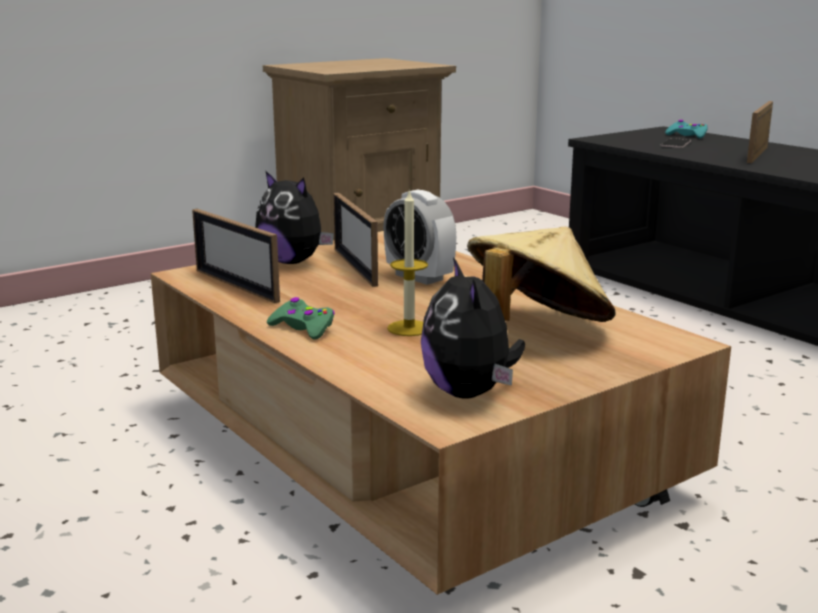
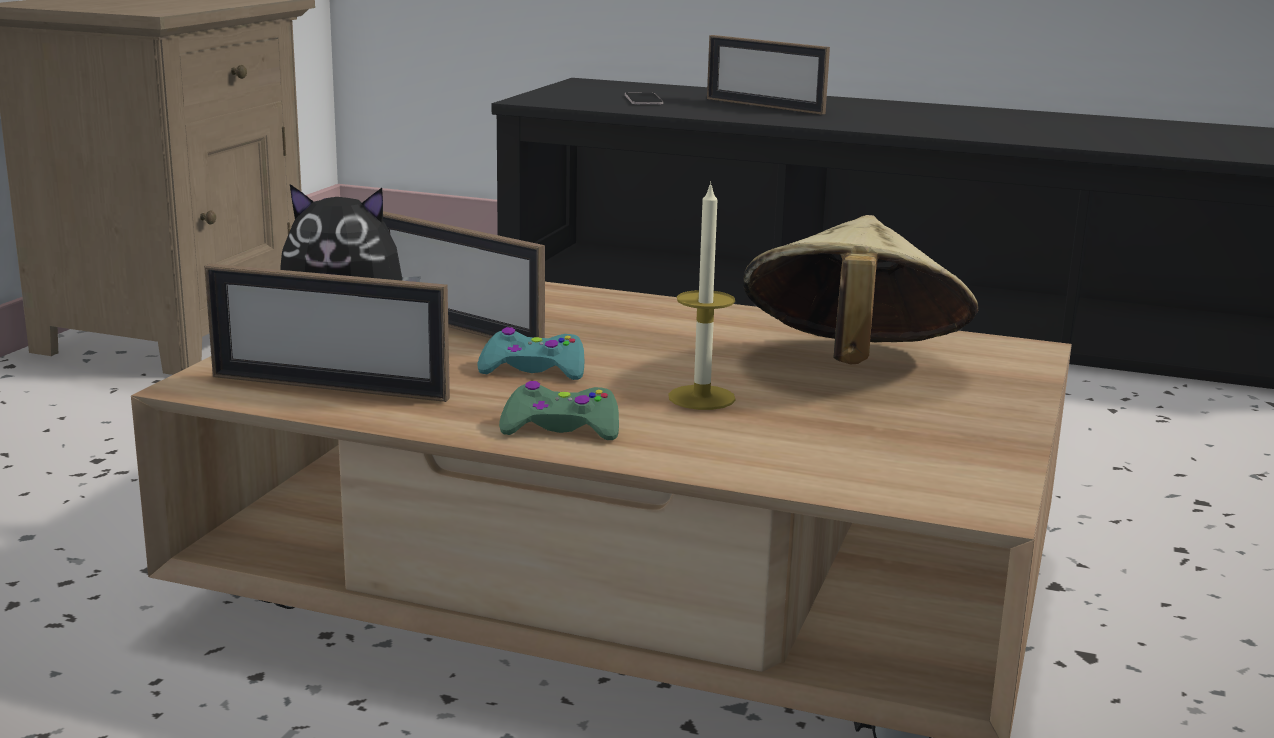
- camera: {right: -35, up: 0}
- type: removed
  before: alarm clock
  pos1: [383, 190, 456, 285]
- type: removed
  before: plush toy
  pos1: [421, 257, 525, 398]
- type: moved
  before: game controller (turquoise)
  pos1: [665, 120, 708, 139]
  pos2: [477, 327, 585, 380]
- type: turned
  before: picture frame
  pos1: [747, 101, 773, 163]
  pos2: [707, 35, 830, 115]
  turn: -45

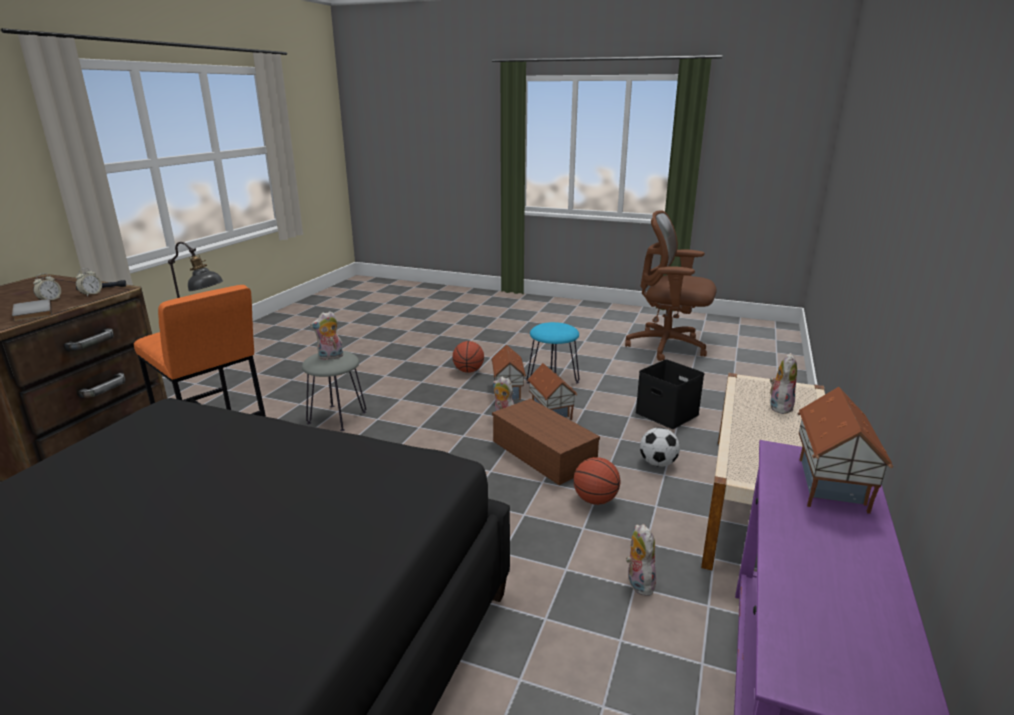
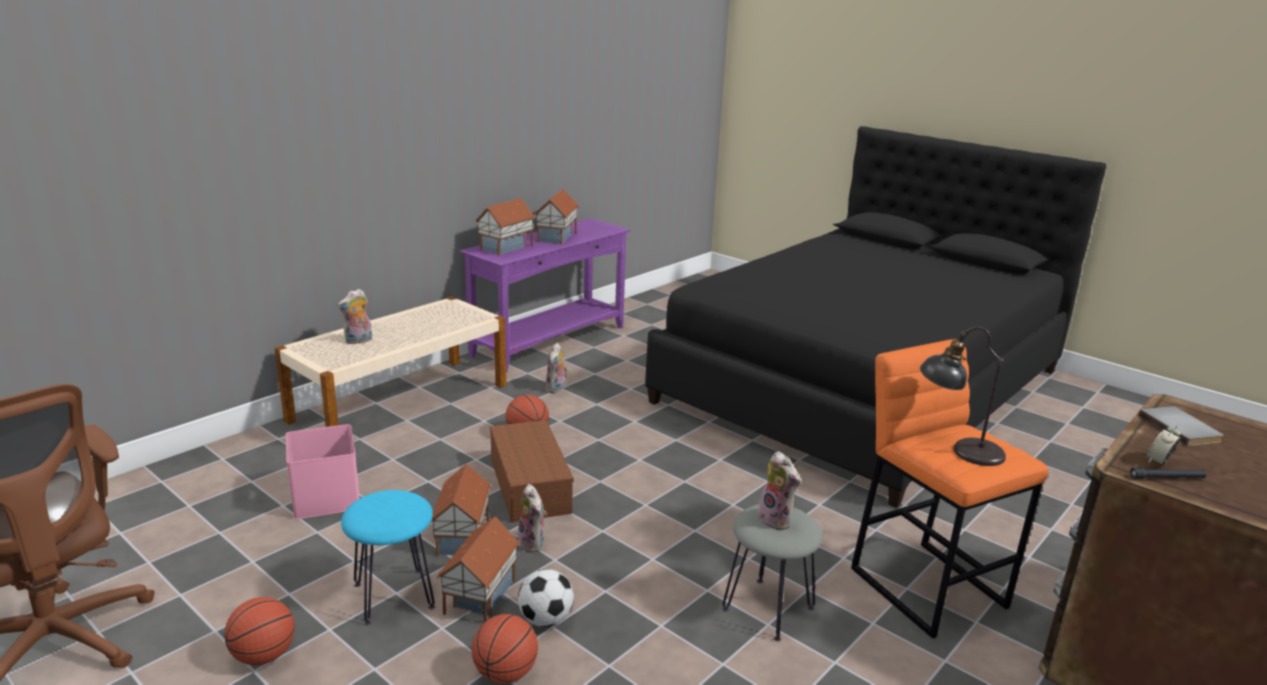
- camera: {right: -160, up: 0}
- type: removed
  before: alarm clock
  pos1: [33, 273, 61, 300]
- type: added
  after: basketball
  pos2: [224, 597, 295, 665]
- type: added
  after: toy house
  pos2: [534, 189, 579, 245]
- type: moved
  before: football
  pos1: [640, 427, 680, 467]
  pos2: [518, 569, 574, 627]
- type: recoloured
  before: storage box (black)
  after: storage box (pink)
  pos1: [635, 359, 704, 429]
  pos2: [286, 424, 360, 519]
- type: turned
  before: plush toy
  pos1: [310, 311, 343, 360]
  pos2: [758, 451, 801, 530]
  turn: 60

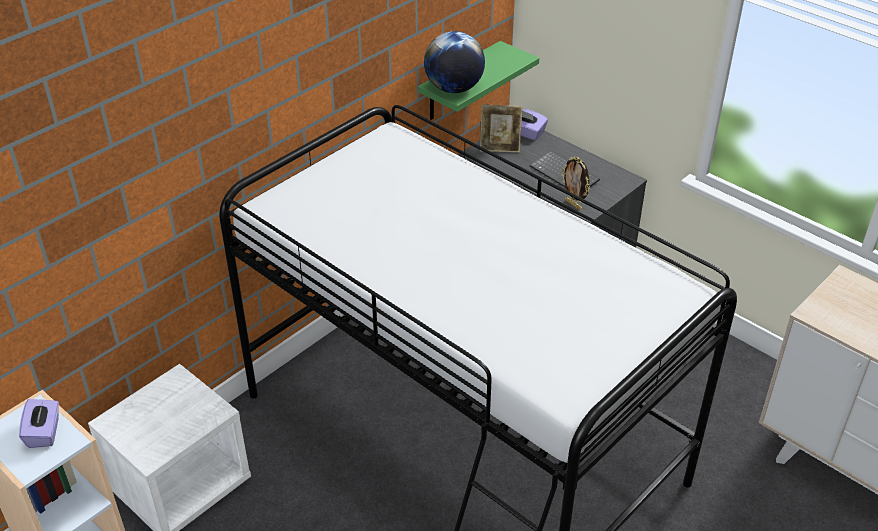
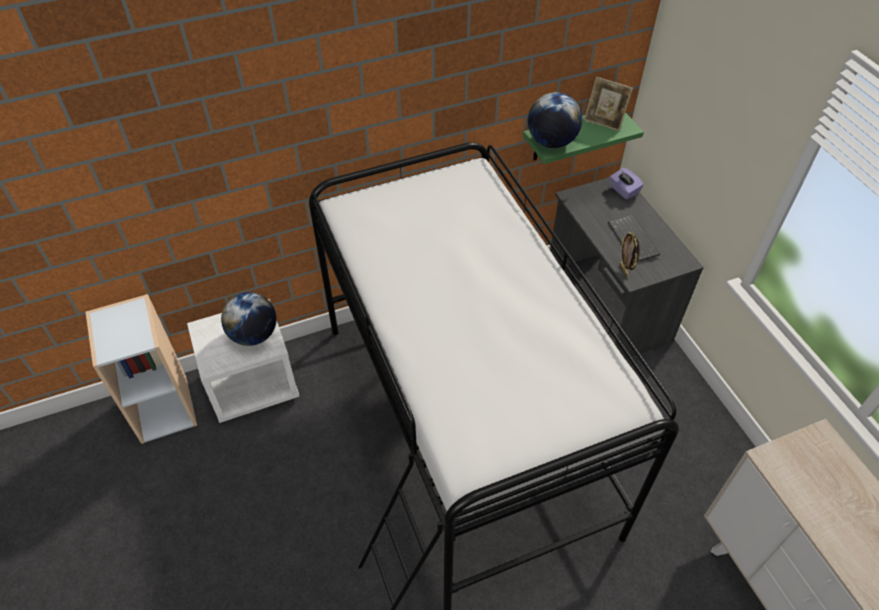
- camera: {right: 25, up: 10}
- type: removed
  before: tissue box (purple)
  pos1: [19, 399, 59, 448]
- type: added
  after: globe
  pos2: [221, 292, 276, 346]
- type: moved
  before: picture frame
  pos1: [480, 104, 523, 153]
  pos2: [584, 77, 633, 131]

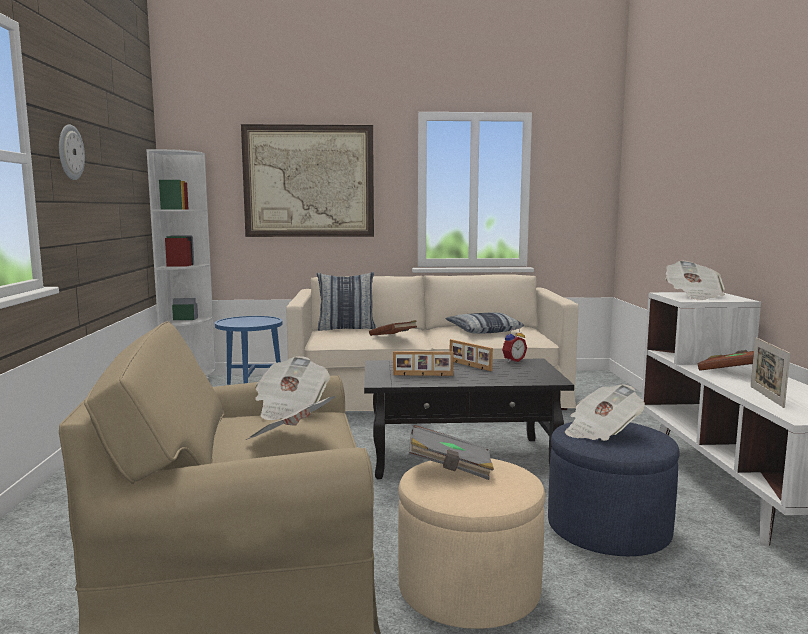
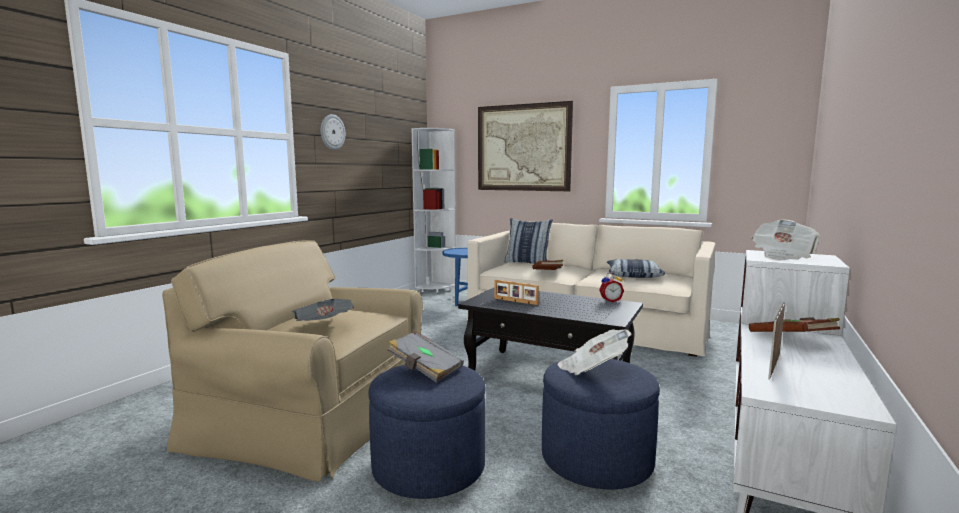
- camera: {right: 30, up: 0}
- type: removed
  before: newspaper
  pos1: [255, 356, 330, 420]
- type: removed
  before: picture frame
  pos1: [450, 339, 493, 371]
- type: recoloured
  before: ottoman (beige)
  after: ottoman (blue)
  pos1: [398, 458, 545, 629]
  pos2: [368, 365, 486, 499]

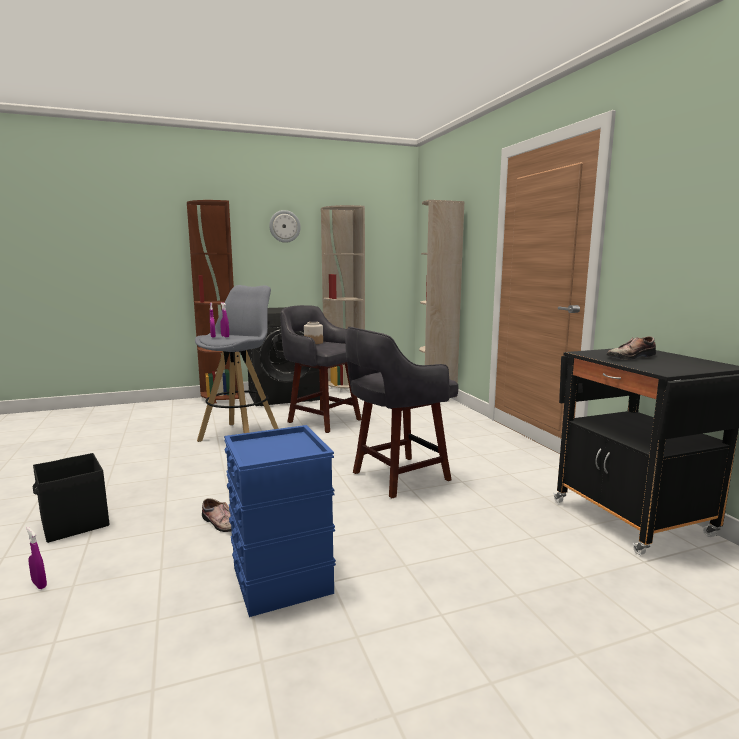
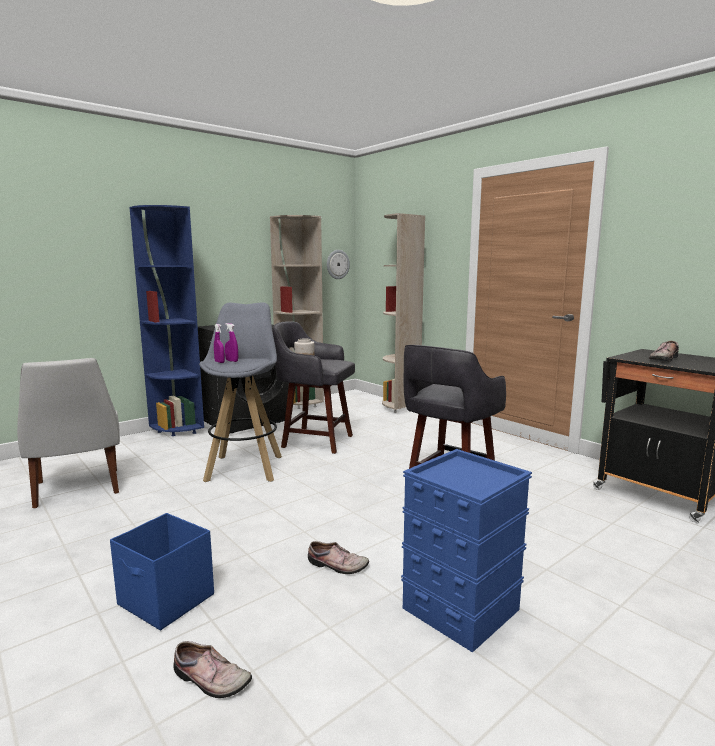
- camera: {right: -20, up: 0}
- type: added
  after: chair (white)
  pos2: [17, 358, 120, 508]
- type: moved
  before: wall clock
  pos1: [269, 210, 301, 243]
  pos2: [327, 250, 350, 279]
- type: replaced
  before: spray bottle (purple)
  after: shoe
  pos1: [26, 527, 47, 589]
  pos2: [174, 641, 252, 698]
- type: recoloured
  before: storage box (black)
  after: storage box (blue)
  pos1: [33, 453, 109, 543]
  pos2: [110, 513, 214, 631]
- type: recoloured
  before: bookcase (brown)
  after: bookcase (blue)
  pos1: [187, 200, 239, 403]
  pos2: [129, 205, 204, 436]

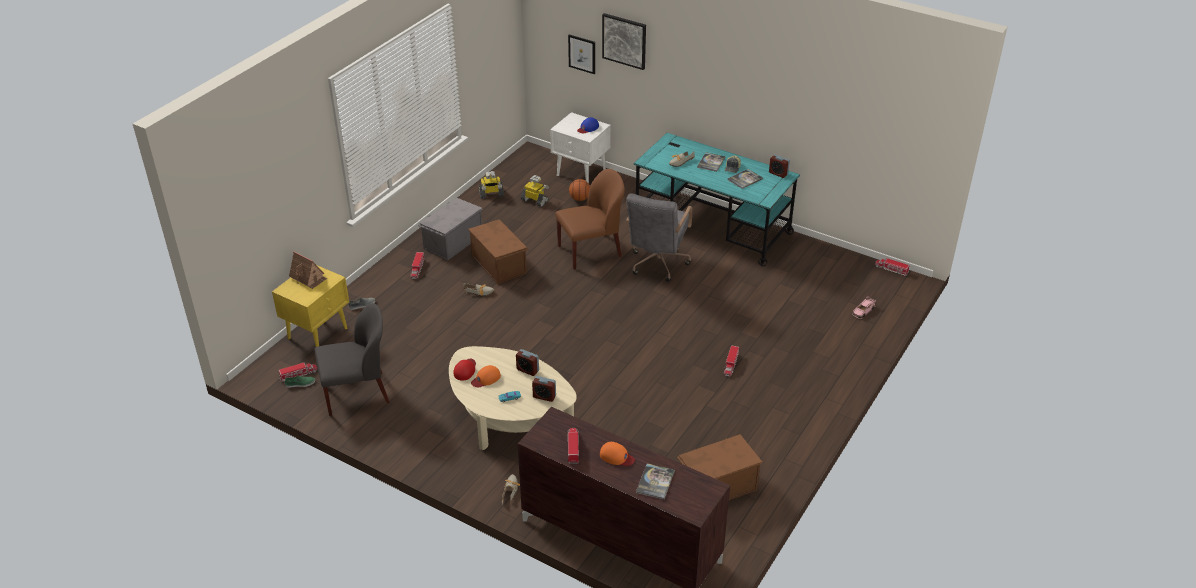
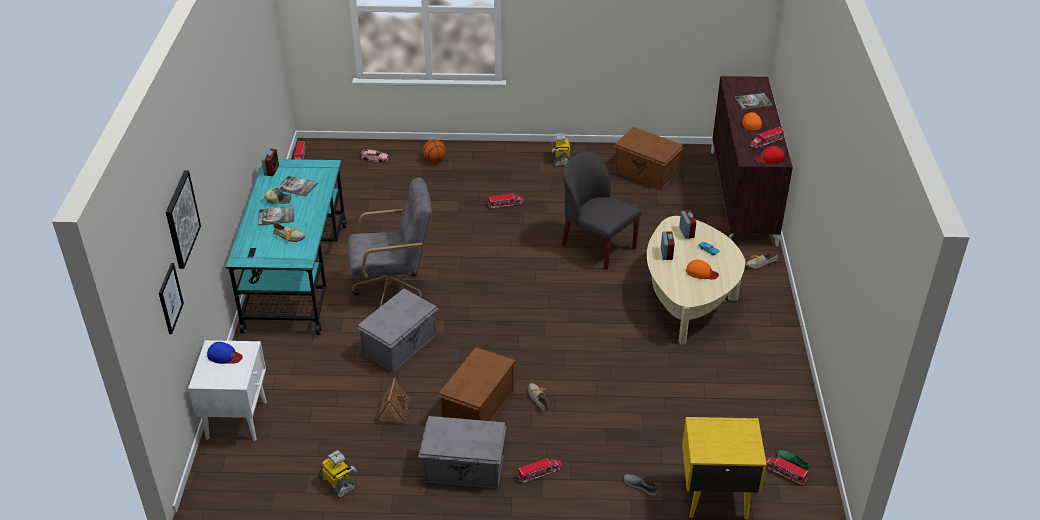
- camera: {right: -120, up: 0}
- type: moved
  before: toy house
  pos1: [289, 251, 327, 289]
  pos2: [377, 378, 410, 423]
- type: moved
  before: chair (grey)
  pos1: [315, 304, 390, 416]
  pos2: [562, 151, 641, 270]
- type: moved
  before: cap (red)
  pos1: [453, 359, 476, 381]
  pos2: [754, 146, 785, 163]
- type: moved
  before: toy robot
  pos1: [521, 175, 549, 207]
  pos2: [551, 133, 571, 166]
- type: moved
  before: basketball
  pos1: [569, 179, 590, 201]
  pos2: [423, 139, 446, 163]
- type: replaced
  before: chair (brown)
  after: storage box (grey)
  pos1: [555, 169, 625, 270]
  pos2: [358, 288, 439, 373]

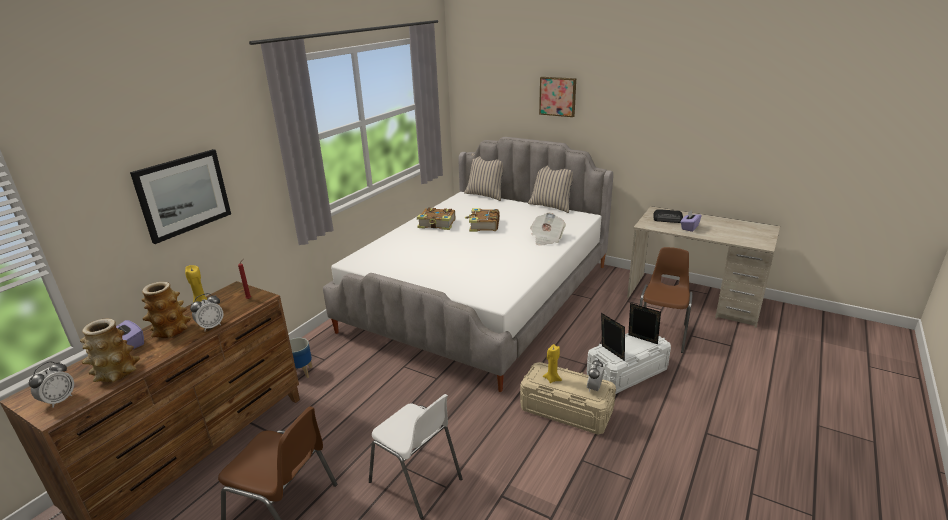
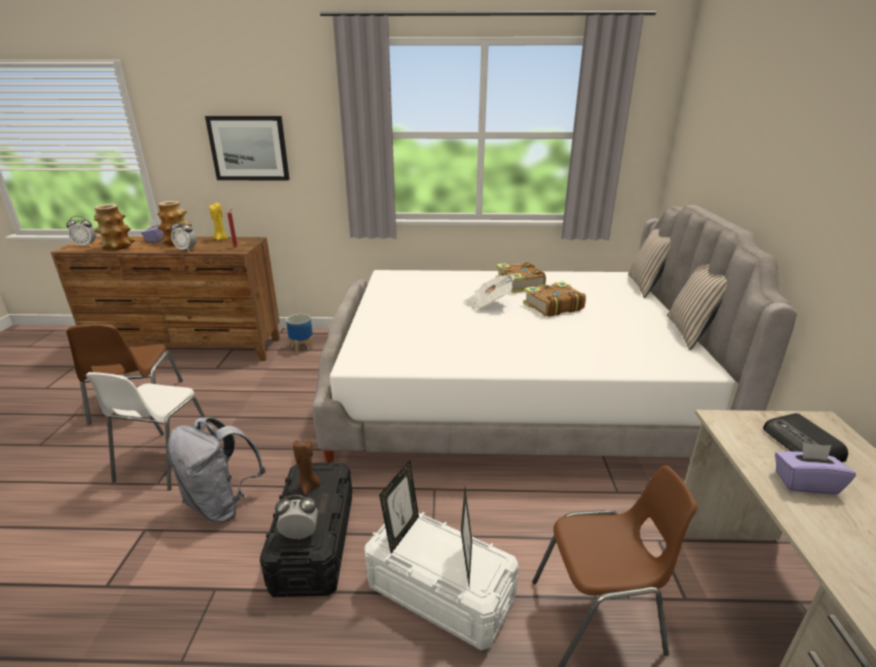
- camera: {right: 60, up: 0}
- type: removed
  before: picture
  pos1: [539, 77, 576, 117]
- type: added
  after: backpack (grey)
  pos2: [167, 417, 266, 522]
- type: moved
  before: newspaper
  pos1: [530, 213, 566, 246]
  pos2: [463, 275, 515, 310]
- type: recoloured
  before: storage box (beige)
  after: storage box (black)
  pos1: [520, 362, 616, 435]
  pos2: [260, 461, 352, 597]
- type: recoloured
  before: candle (yellow)
  after: candle (brown)
  pos1: [543, 344, 562, 383]
  pos2: [293, 440, 321, 496]

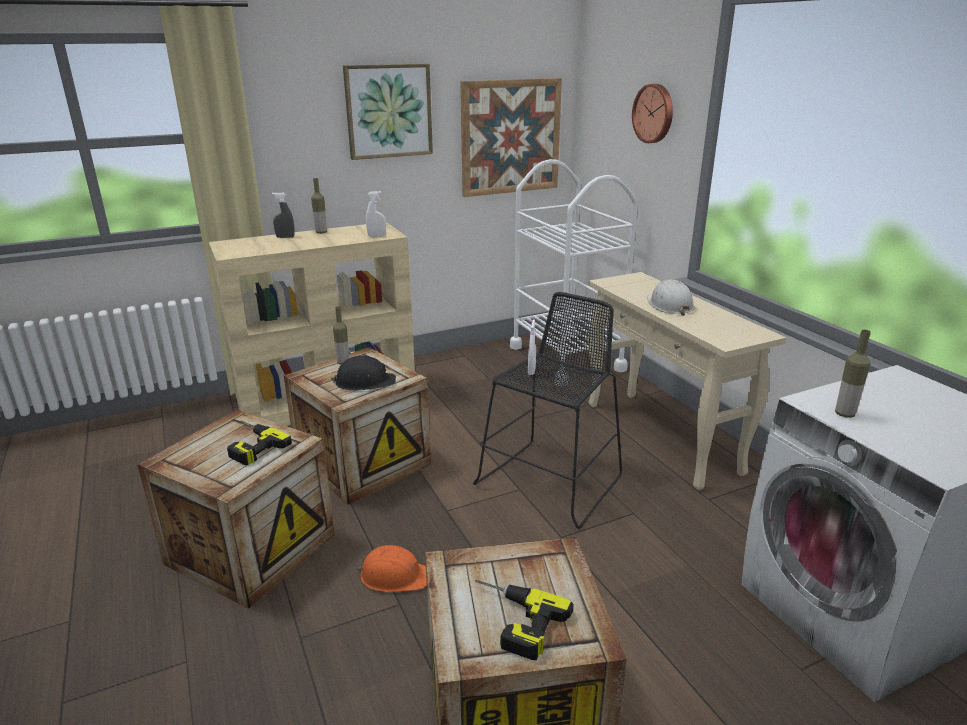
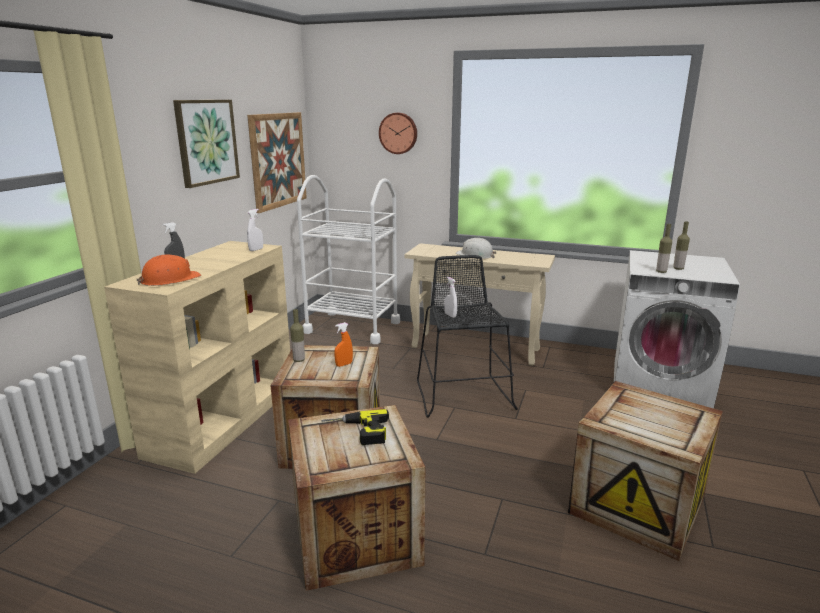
- camera: {right: -45, up: -5}
- type: removed
  before: power drill
  pos1: [475, 580, 574, 660]
- type: moved
  before: bottle
  pos1: [311, 178, 327, 234]
  pos2: [673, 221, 690, 270]
- type: moved
  before: hard hat (orange)
  pos1: [356, 545, 427, 592]
  pos2: [137, 255, 201, 286]
- type: replaced
  before: hard hat (black)
  after: spray bottle (orange)
  pos1: [331, 356, 396, 391]
  pos2: [334, 322, 353, 367]

